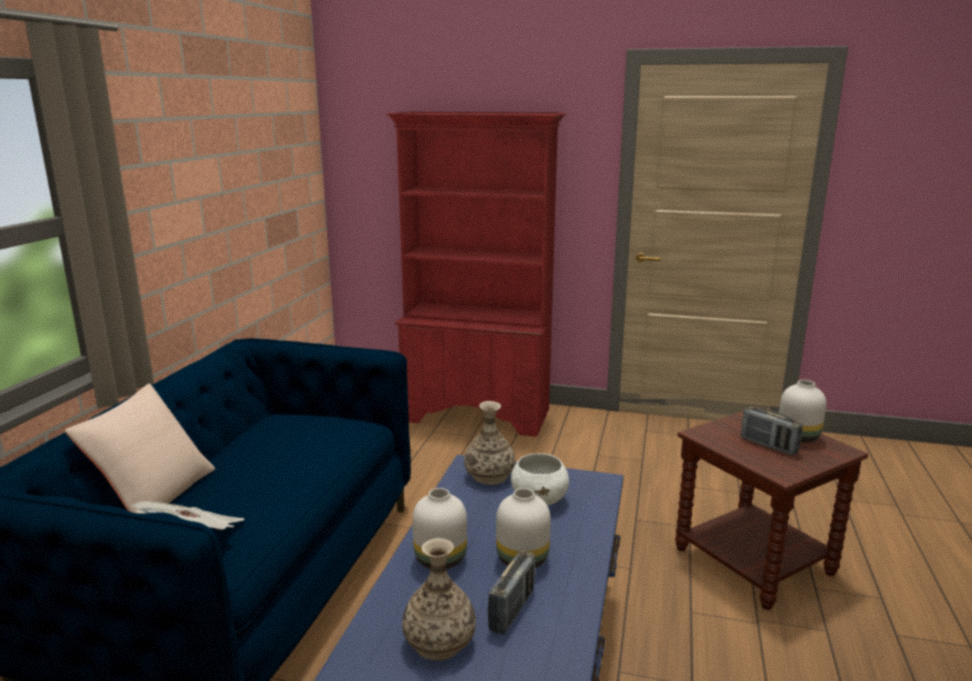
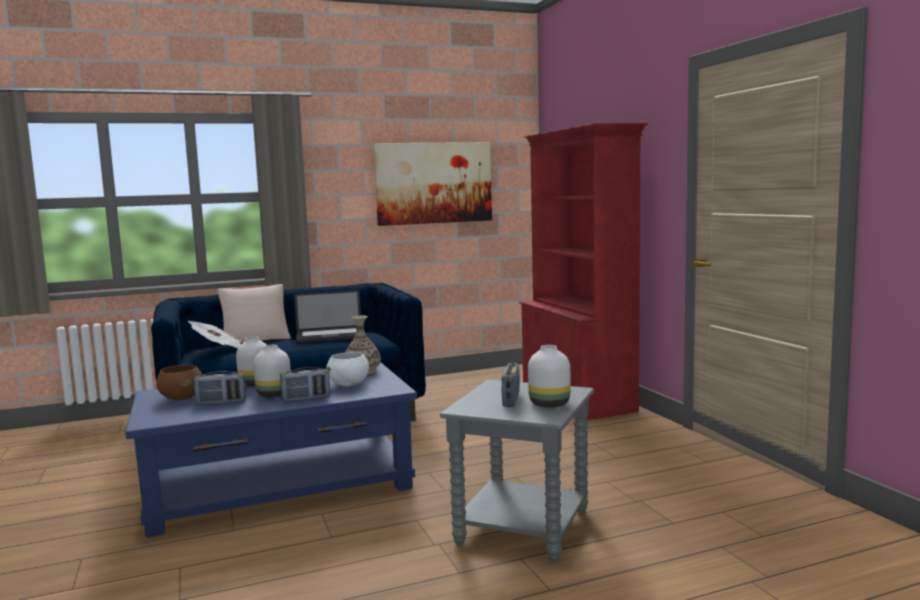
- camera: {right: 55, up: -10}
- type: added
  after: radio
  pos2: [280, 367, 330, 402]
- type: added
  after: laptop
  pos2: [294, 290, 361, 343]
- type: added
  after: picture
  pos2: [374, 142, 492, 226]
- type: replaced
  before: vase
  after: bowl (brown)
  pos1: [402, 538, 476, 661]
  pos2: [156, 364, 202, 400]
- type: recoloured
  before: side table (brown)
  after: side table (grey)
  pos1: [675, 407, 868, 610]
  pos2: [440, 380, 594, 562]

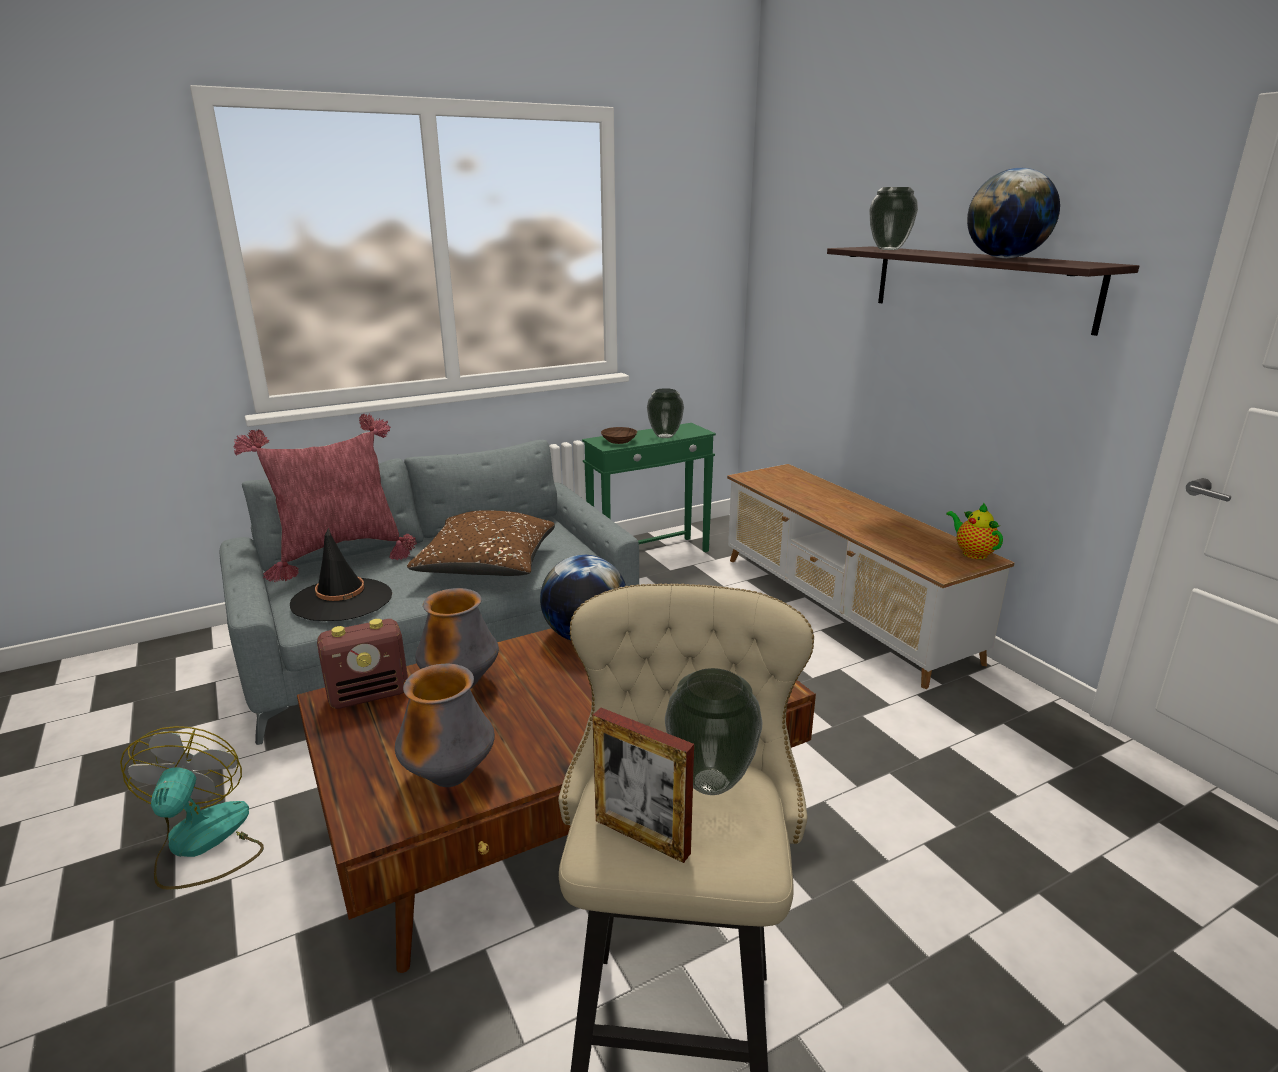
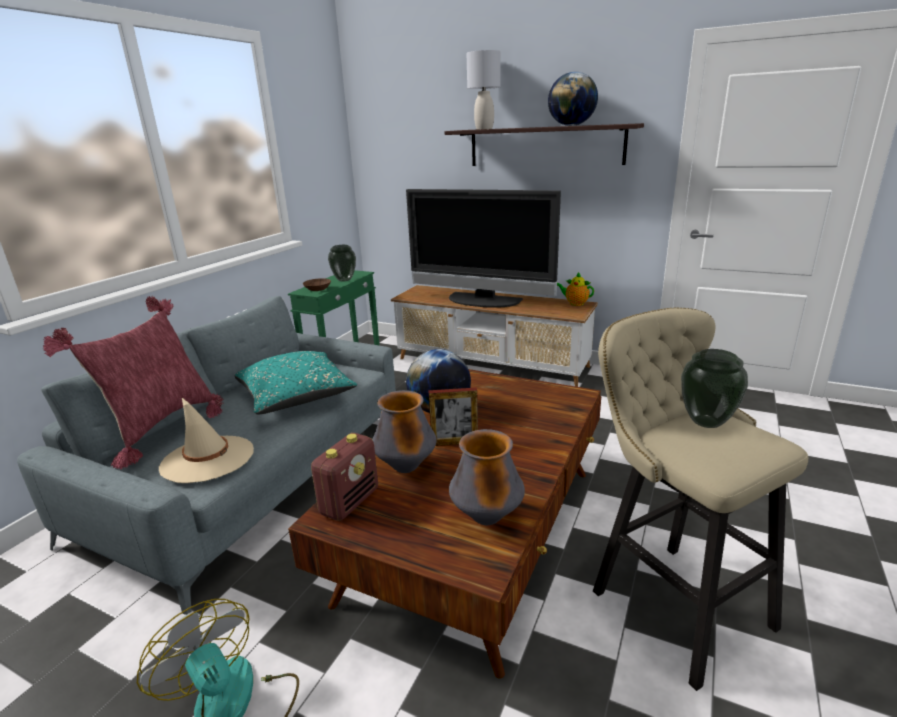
- camera: {right: -35, up: 0}
- type: added
  after: television
  pos2: [406, 189, 561, 308]
- type: moved
  before: picture frame
  pos1: [592, 708, 694, 863]
  pos2: [428, 387, 478, 446]
- type: replaced
  before: vase
  after: table lamp (grey)
  pos1: [869, 187, 918, 250]
  pos2: [467, 50, 500, 129]
- type: recoloured
  before: hat (black)
  after: hat (beige)
  pos1: [290, 528, 392, 621]
  pos2: [159, 398, 254, 483]
- type: recoloured
  before: pillow (brown)
  after: pillow (turquoise)
  pos1: [407, 510, 555, 576]
  pos2: [235, 351, 357, 414]

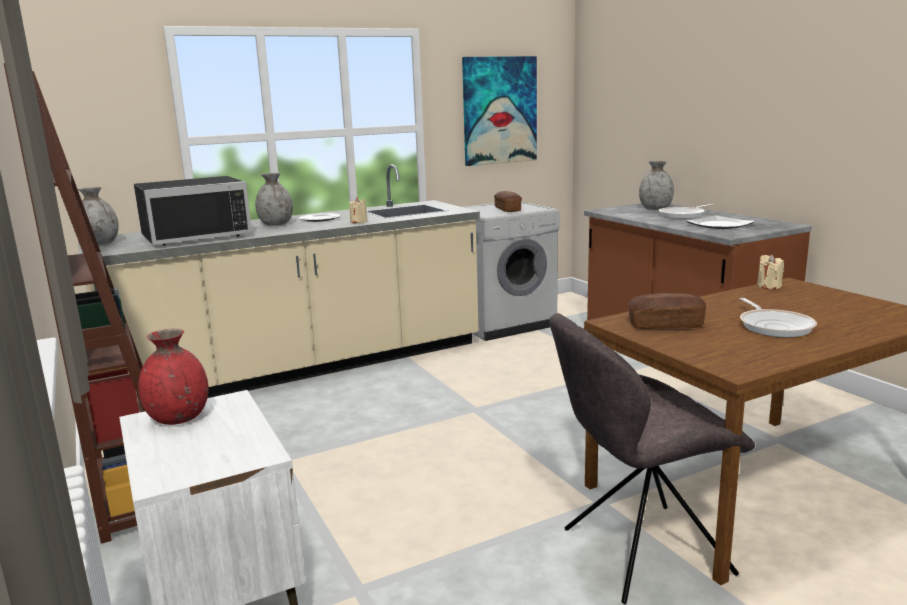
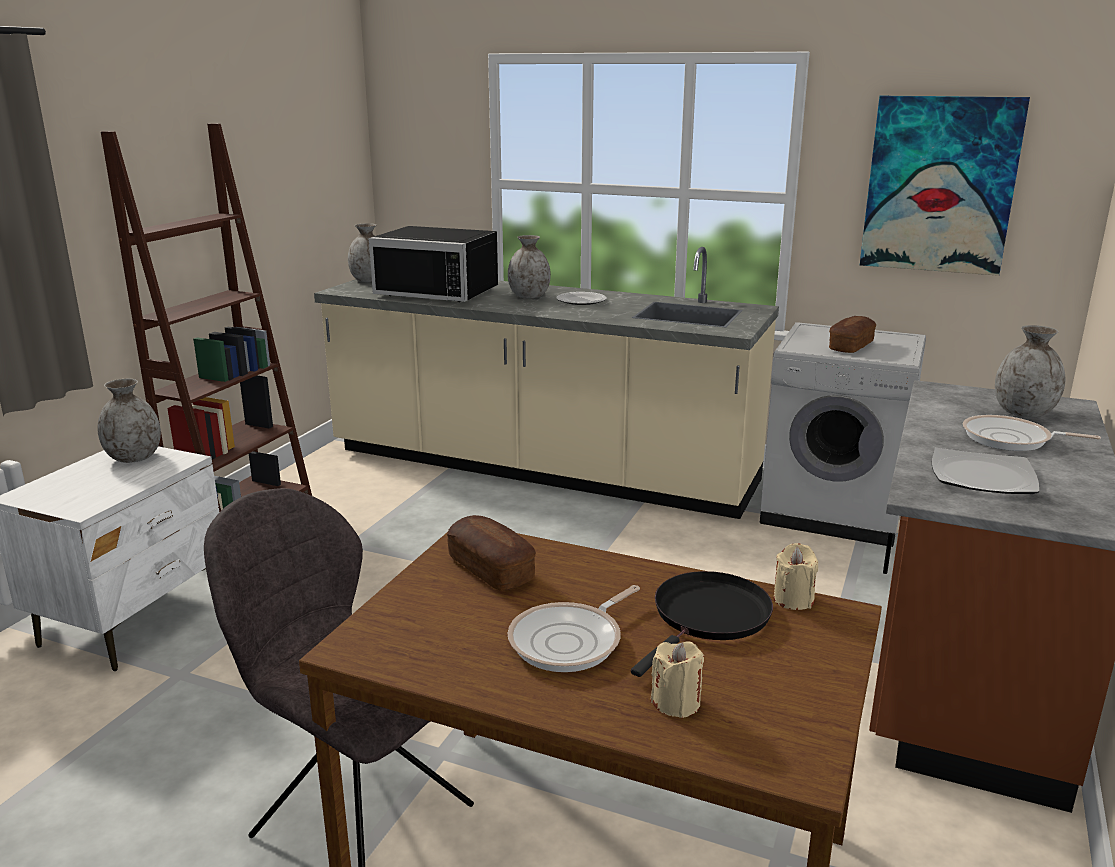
- camera: {right: 50, up: 5}
- type: added
  after: frying pan (black)
  pos2: [631, 571, 773, 677]
- type: moved
  before: candle (beige)
  pos1: [349, 197, 367, 223]
  pos2: [651, 642, 704, 718]
- type: recoloured
  before: vase (red)
  after: vase (grey)
  pos1: [138, 329, 209, 425]
  pos2: [97, 379, 161, 463]

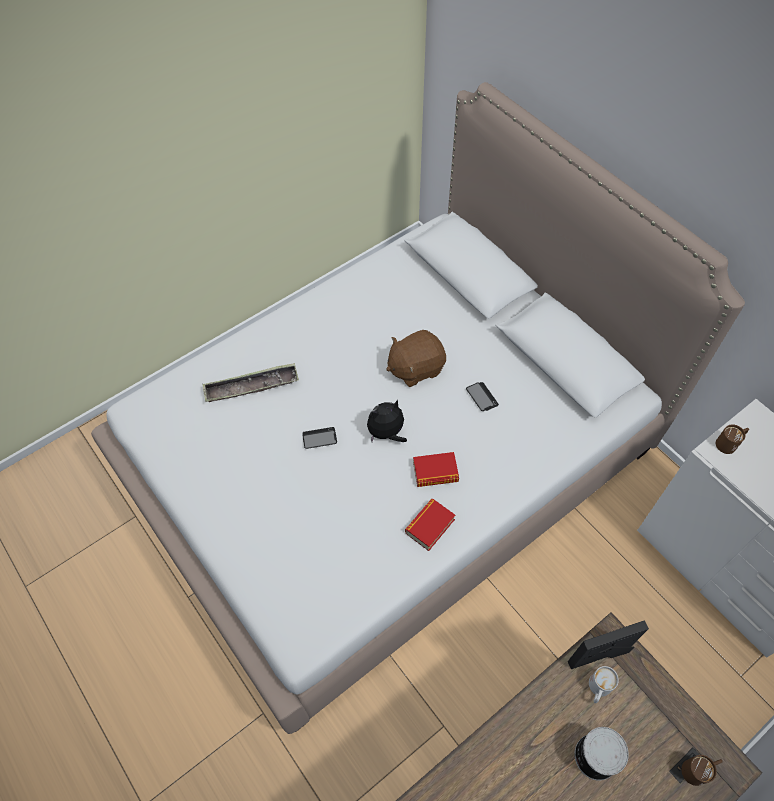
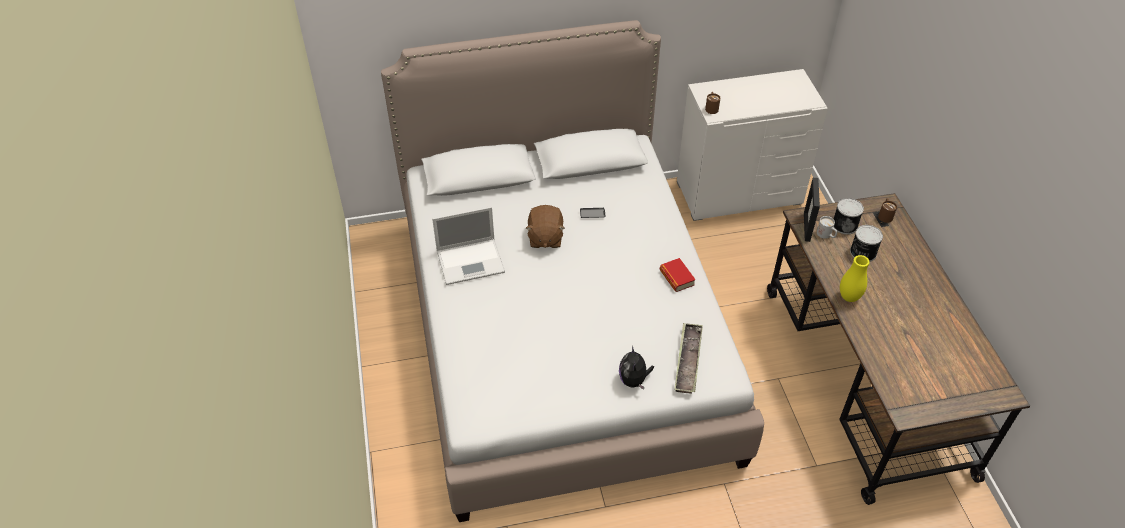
- camera: {right: -65, up: -10}
- type: removed
  before: phone
  pos1: [302, 427, 337, 449]
- type: removed
  before: book
  pos1: [413, 452, 459, 487]
- type: added
  after: laptop
  pos2: [432, 206, 505, 285]
- type: added
  after: can
  pos2: [834, 198, 864, 234]
- type: added
  after: vase (yellow)
  pos2: [840, 255, 870, 302]
- type: moved
  before: tray
  pos1: [202, 363, 299, 402]
  pos2: [674, 323, 703, 394]
- type: moved
  before: plush toy
  pos1: [367, 400, 407, 442]
  pos2: [619, 346, 654, 389]

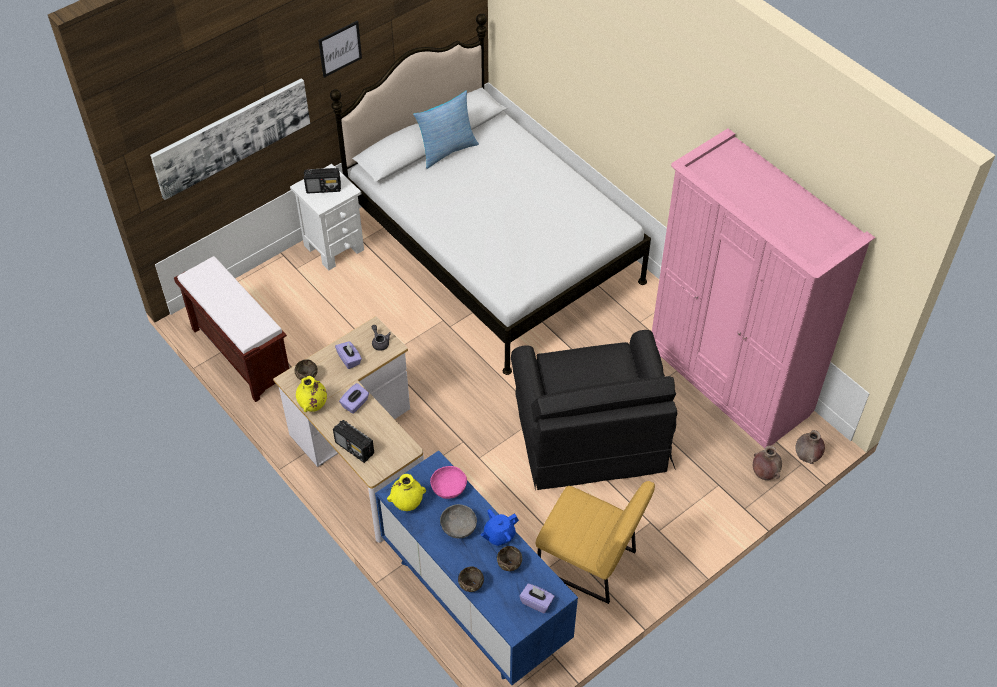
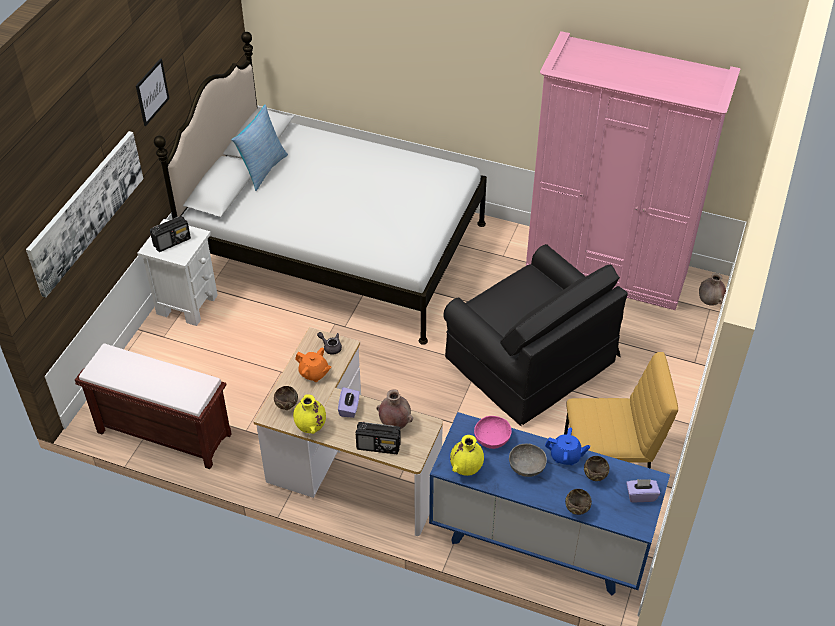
- camera: {right: -30, up: -5}
- type: moved
  before: vase (brown)
  pos1: [753, 446, 782, 480]
  pos2: [376, 389, 413, 429]
- type: replaced
  before: tissue box (purple)
  after: teapot (orange)
  pos1: [335, 341, 362, 369]
  pos2: [295, 347, 332, 382]
- type: turned
  before: teapot (blue)
  pos1: [480, 509, 519, 546]
  pos2: [545, 427, 590, 465]
  turn: -105

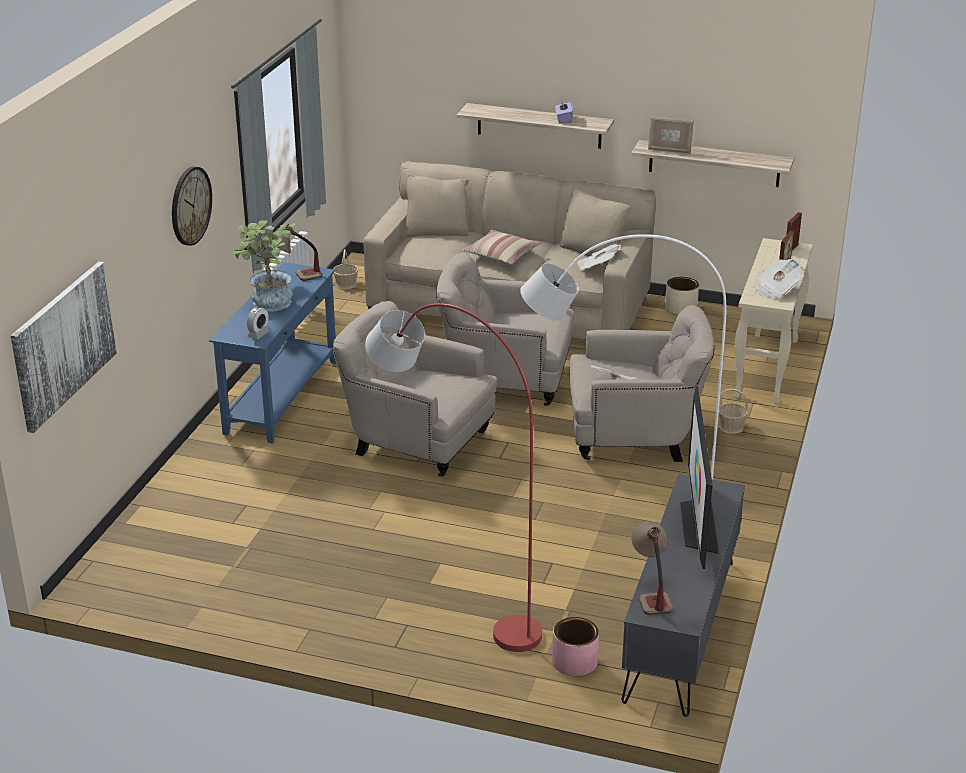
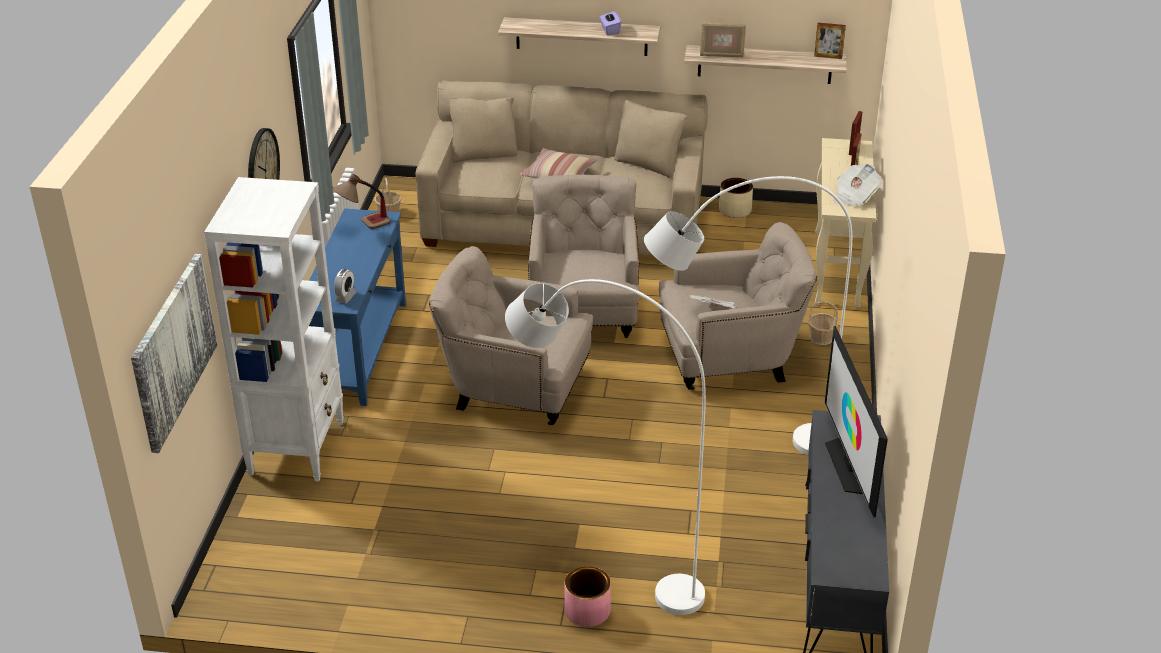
- camera: {right: -10, up: 5}
- type: removed
  before: potted plant
  pos1: [233, 220, 296, 312]
- type: removed
  before: newspaper
  pos1: [577, 243, 621, 270]
- type: removed
  before: table lamp
  pos1: [632, 522, 674, 615]
- type: added
  after: bookcase (white)
  pos2: [204, 177, 344, 481]
- type: added
  after: picture frame
  pos2: [814, 23, 846, 59]
- type: moved
  before: planter (pink)
  pos1: [552, 617, 599, 676]
  pos2: [564, 566, 611, 627]
- type: recoloured
  before: floor lamp (red)
  after: floor lamp (white)
  pos1: [365, 303, 542, 652]
  pos2: [505, 279, 706, 615]
- type: turned
  before: armchair (beige)
  pos1: [436, 253, 574, 406]
  pos2: [528, 175, 640, 338]
  turn: 90

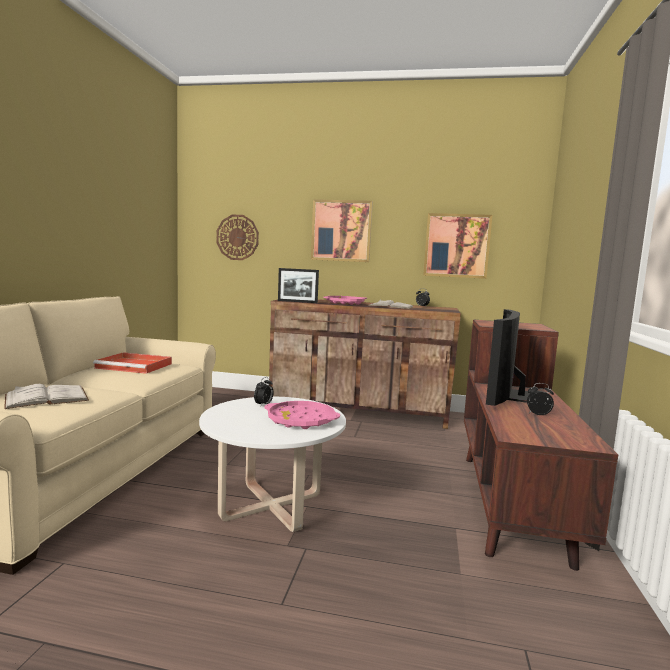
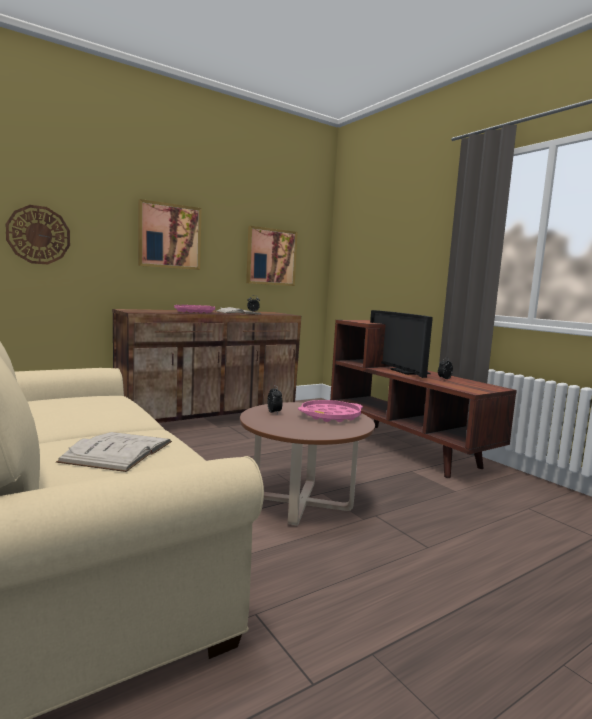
- camera: {right: -45, up: 0}
- type: removed
  before: tray (red)
  pos1: [93, 352, 172, 374]
- type: removed
  before: picture frame
  pos1: [278, 268, 319, 303]
- type: recoloured
  before: coffee table (white)
  after: coffee table (brown)
  pos1: [199, 397, 346, 532]
  pos2: [240, 402, 375, 526]

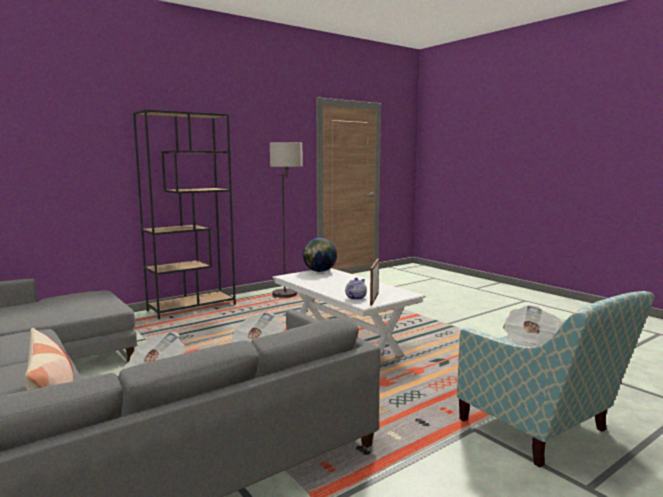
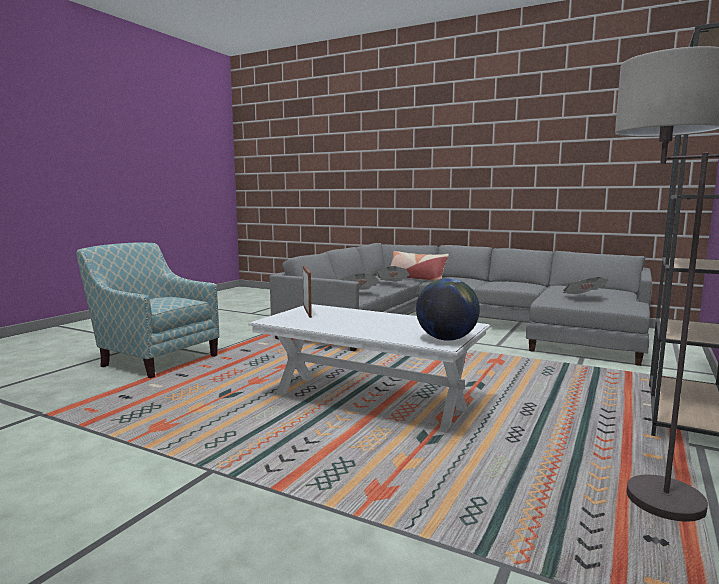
- camera: {right: 155, up: 0}
- type: removed
  before: teapot
  pos1: [345, 278, 367, 300]
- type: moved
  before: newspaper
  pos1: [503, 305, 563, 347]
  pos2: [562, 277, 608, 294]

